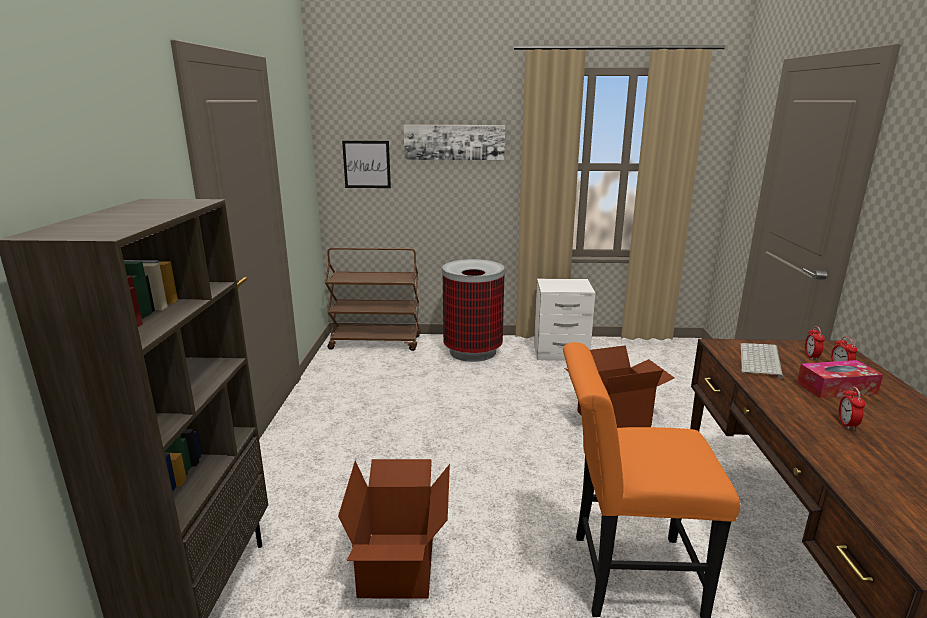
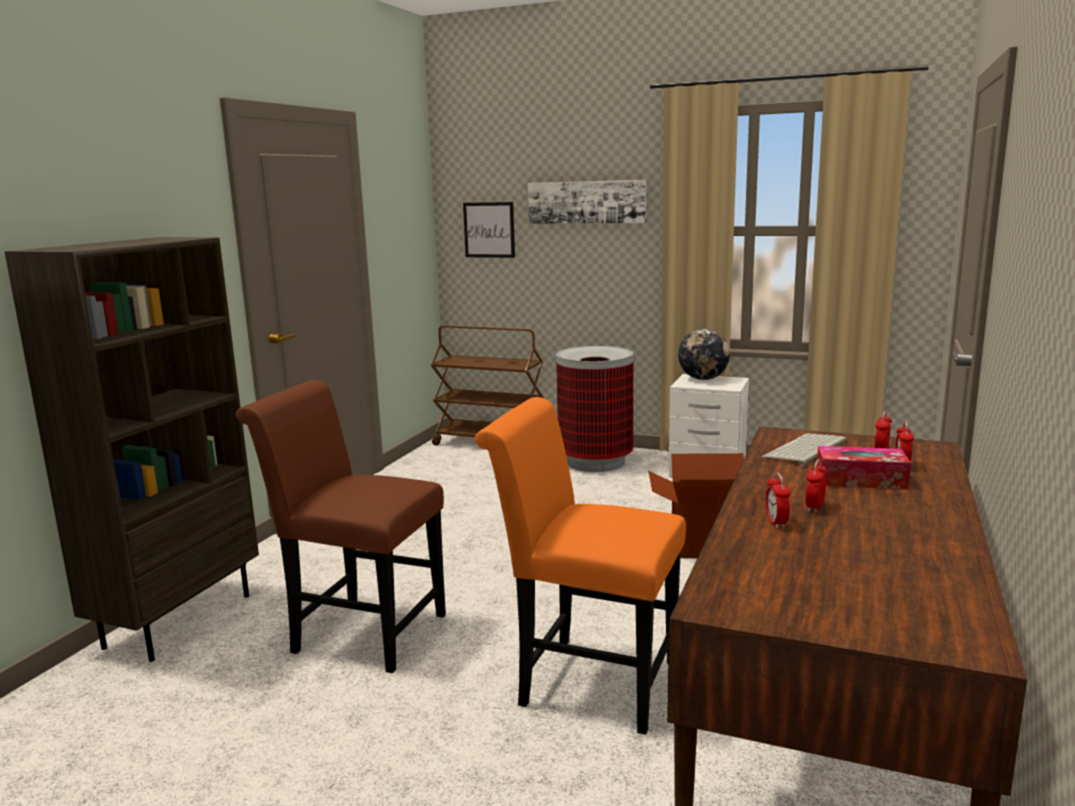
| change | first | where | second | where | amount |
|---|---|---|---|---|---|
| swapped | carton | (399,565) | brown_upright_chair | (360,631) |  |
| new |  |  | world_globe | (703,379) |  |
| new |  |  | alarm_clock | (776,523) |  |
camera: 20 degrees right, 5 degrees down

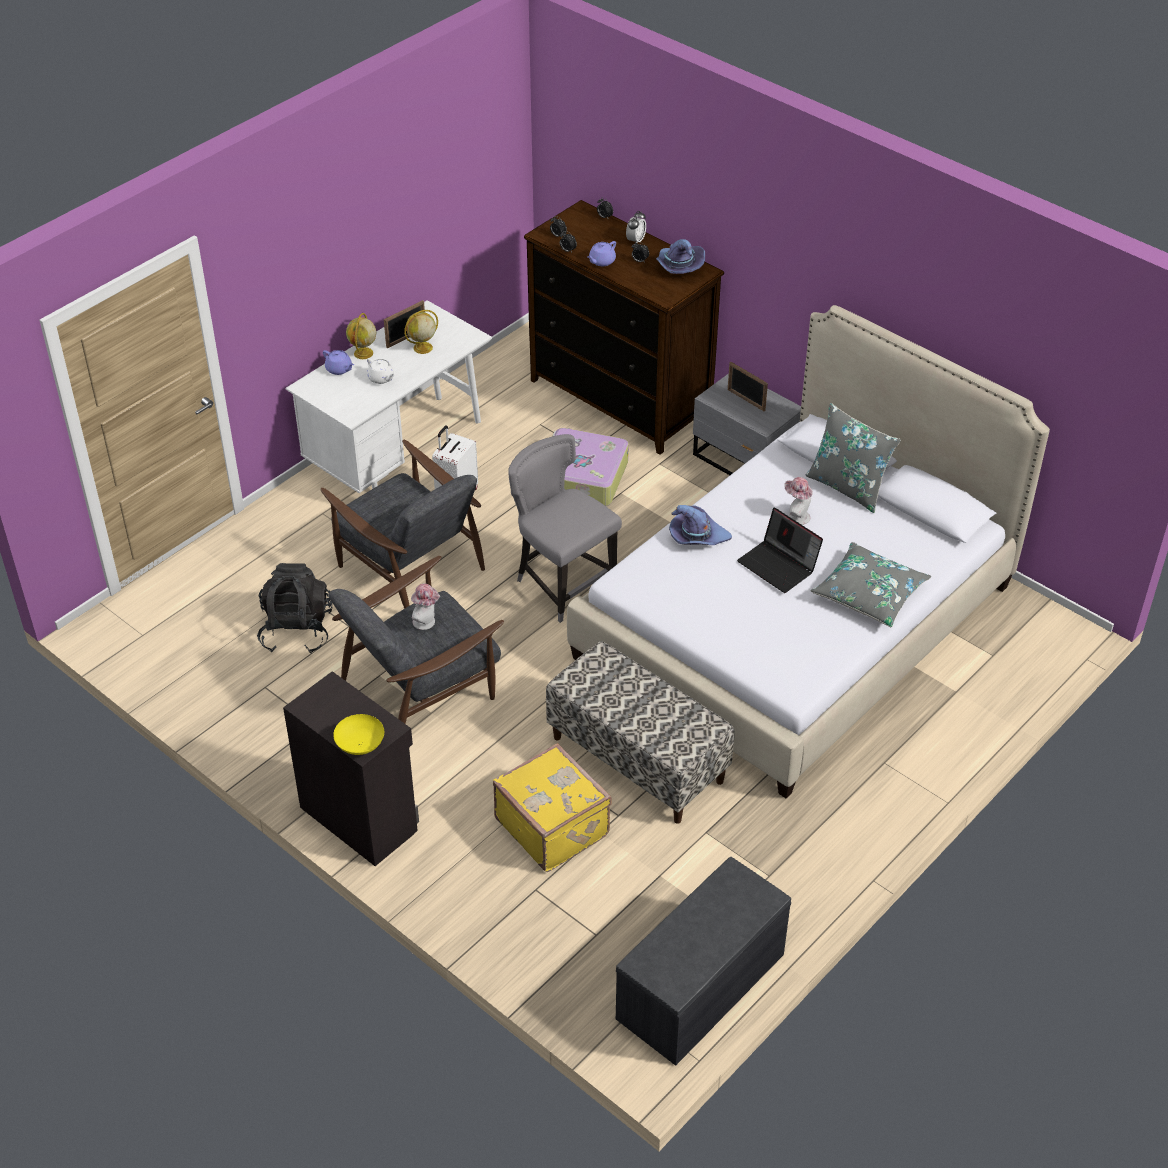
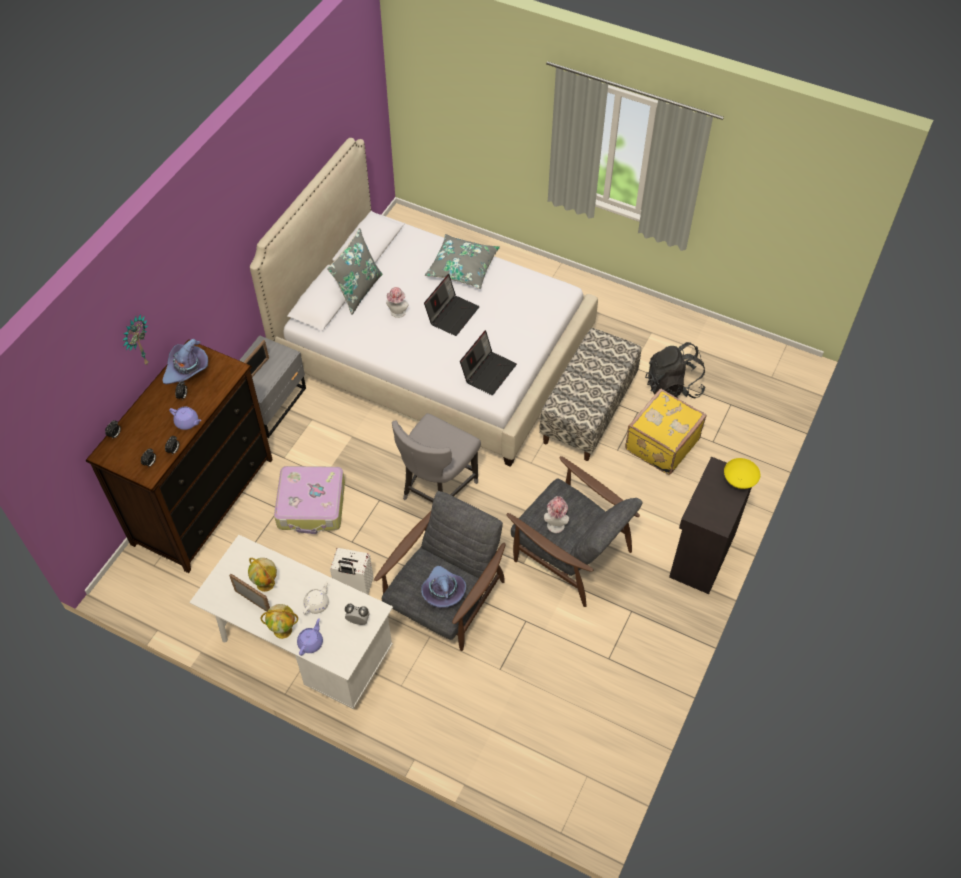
| change | first | where | second | where | amount |
|---|---|---|---|---|---|
| shifted | alarm_clock | (635,240) |  | (358,621) |  |
| shifted | purple_clothing_hat | (697,536) |  | (442,591) |  |
| shifted | black_knapsack | (297,631) |  | (673,387) |  |
| gone | grey_long_seat | (701,988) |  |  |  |
| new |  |  | hanging_clock | (136,342) |  |
| new |  |  | laptop | (488,371) |  |
camera: 105 degrees left, 10 degrees up

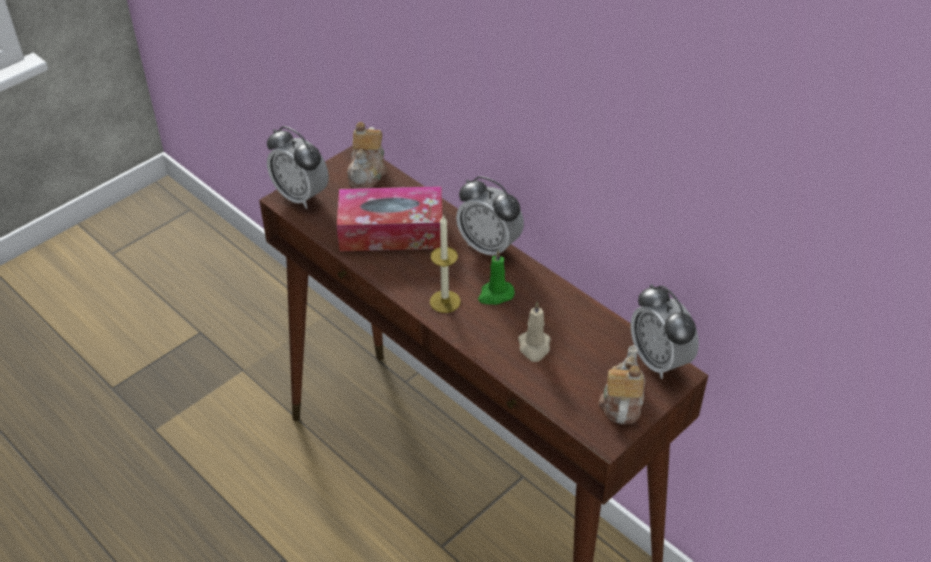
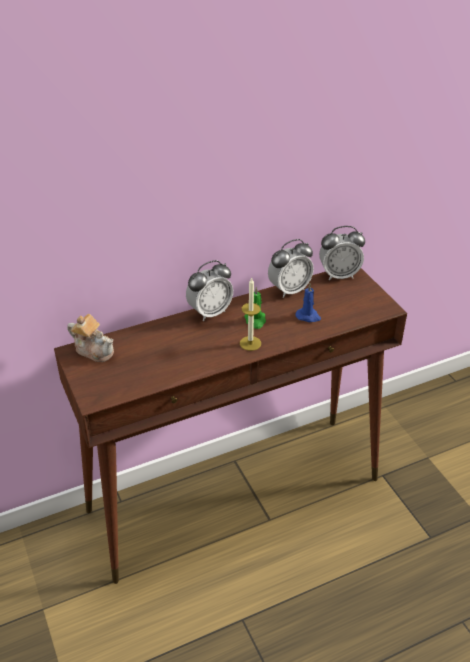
| change | first | where | second | where | amount |
|---|---|---|---|---|---|
| shifted | alarm_clock | (301,196) |  | (289,290) |  |
| gone | tissue_holder | (391,231) |  |  |  |
| repainted | sand-coloured_candle | (534,347) | blue-coloured_candle | (308,316) |  |
| gone | pot_for_tea | (621,402) |  |  |  |
camera: 70 degrees left, 5 degrees down

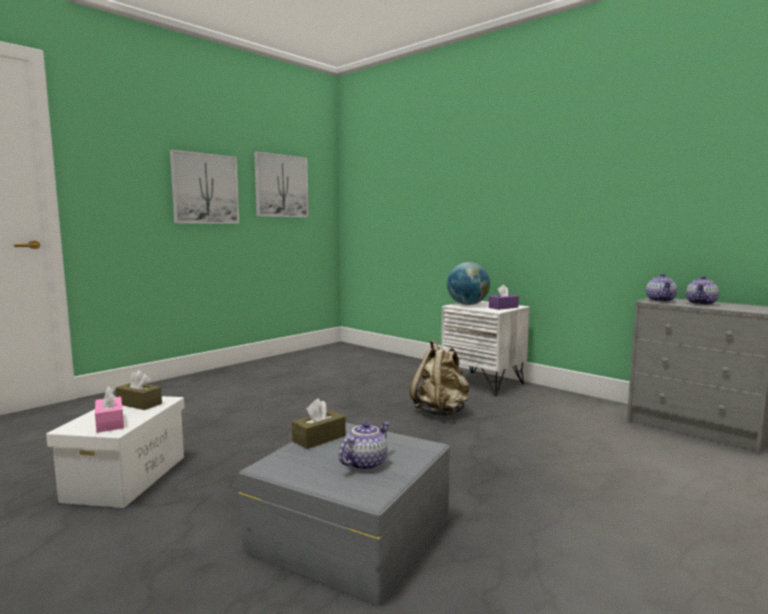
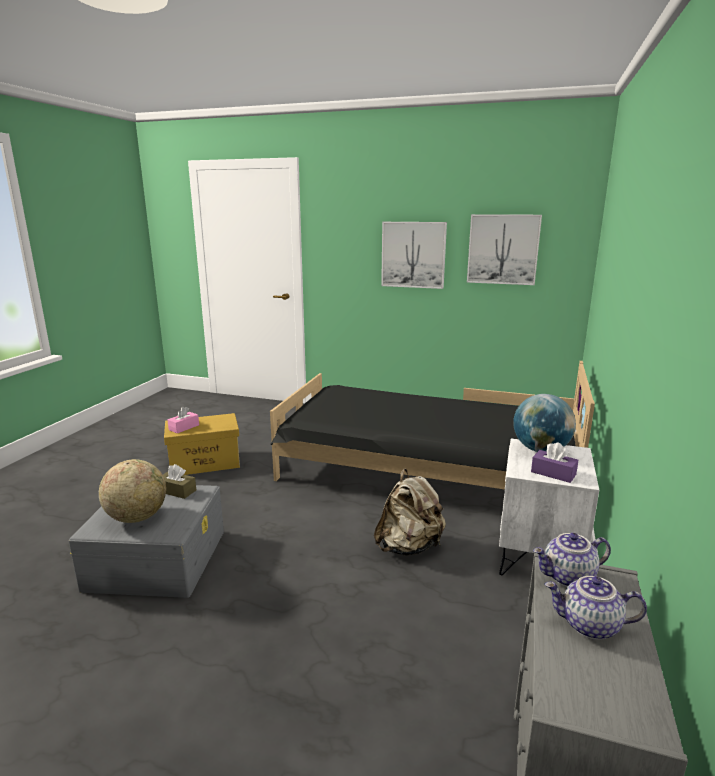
| change | first | where | second | where | amount |
|---|---|---|---|---|---|
| gone | brown_tissue_holder | (139,404) |  |  |  |
| repainted | whitish_storage_box | (126,477) | yellow_storage_box | (206,462) |  |
| swapped | pot_for_tea | (364,463) | world_globe | (137,517) |  |
| new |  |  | black_sleeping_bed | (423,472) |  |
camera: 65 degrees right, 10 degrees up

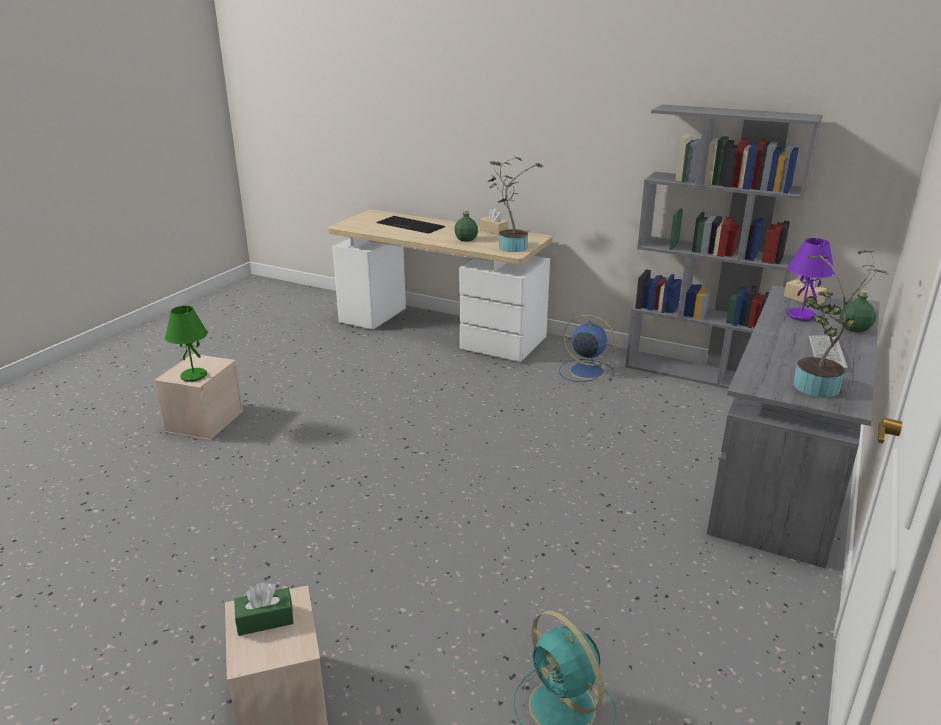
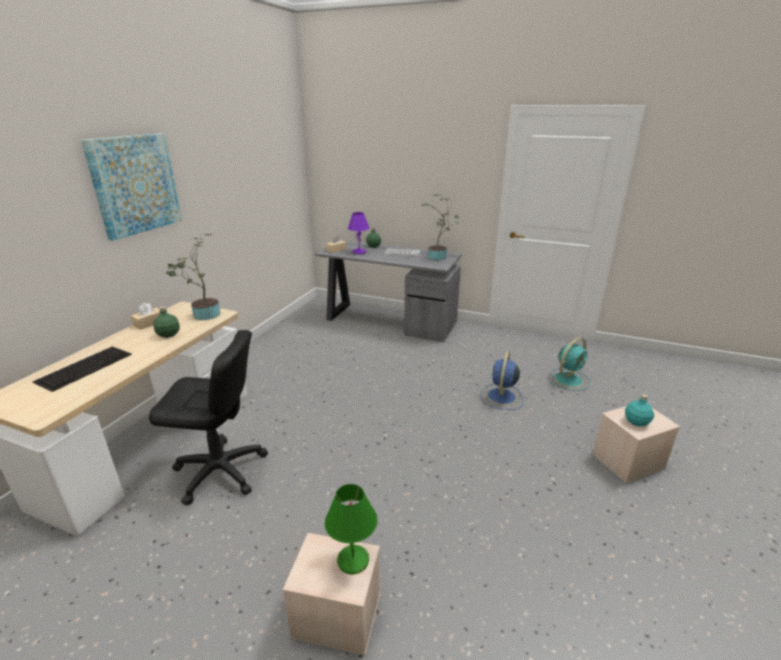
| change | first | where | second | where | amount |
|---|---|---|---|---|---|
| gone | grey_shelving_unit | (697,373) |  |  |  |
| shifted | blue-coloured_electric_fan | (585,371) |  | (501,397) |  |
| swapped | green-coloured_tissue_holder | (265,620) | turquoise_drink_bottle | (637,422) |  |
| new |  |  | picture | (135,184) |  |
| new |  |  | black_office_chair | (220,471) |  |
camera: 95 degrees left, 0 degrees up

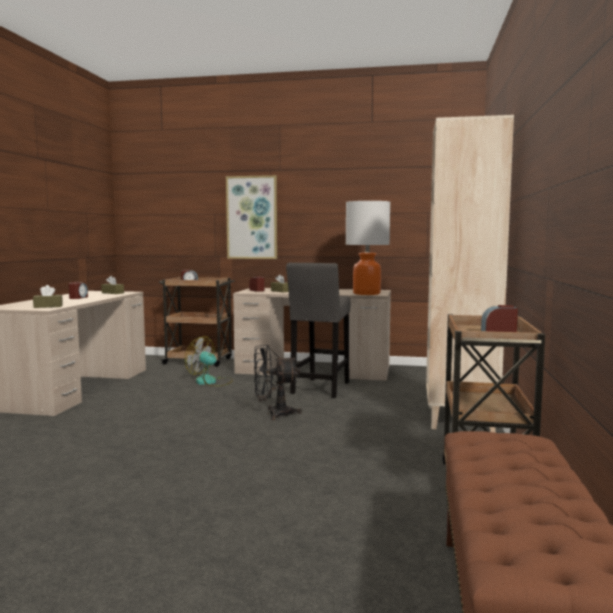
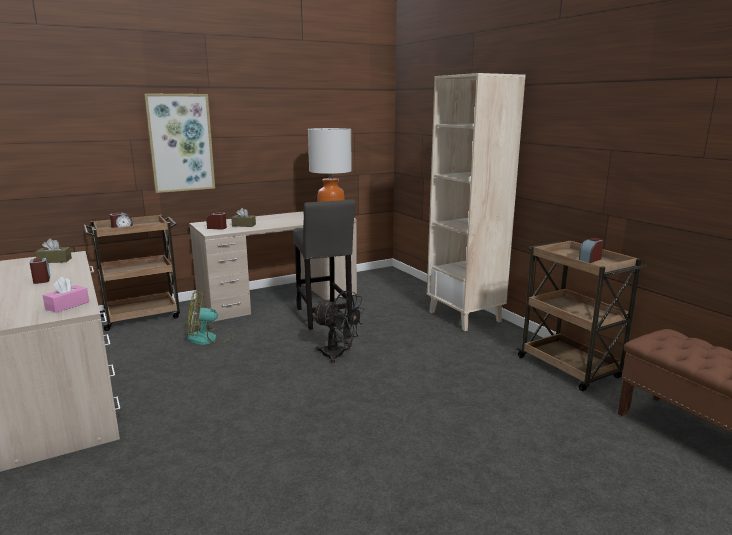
| change | first | where | second | where | amount |
|---|---|---|---|---|---|
| repainted | brown_tissue_holder | (48,306) | pink_tissue_holder | (67,305) |  |
| rotated | black_electric_fan | (274,414) |  | (338,355) | 105 degrees counterclockwise |
camera: 40 degrees left, 10 degrees up

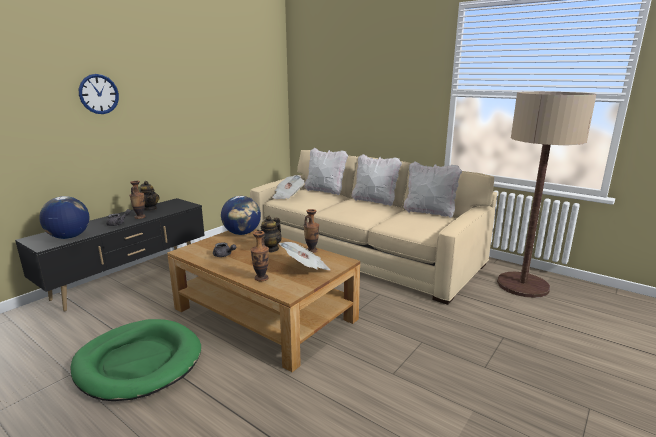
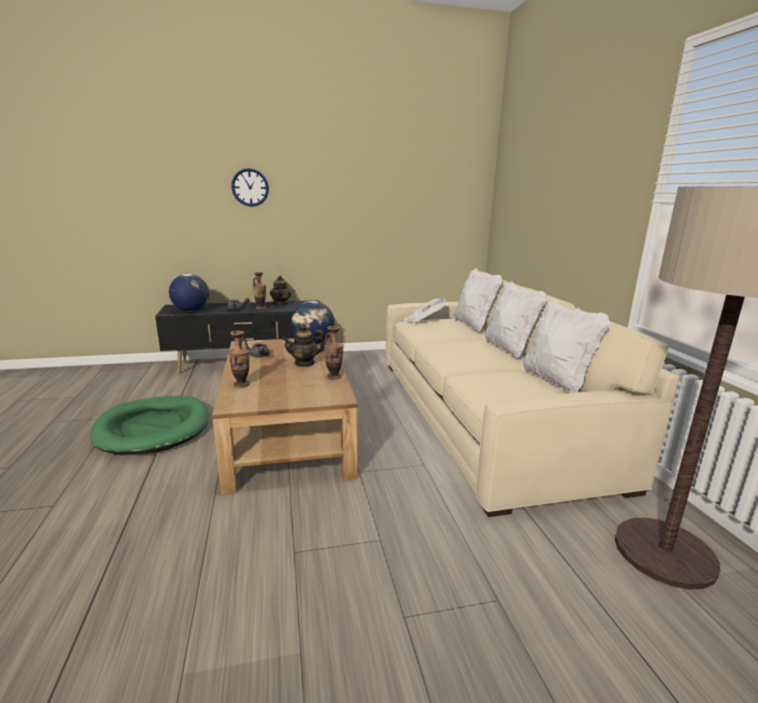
| change | first | where | second | where | amount |
|---|---|---|---|---|---|
| gone | printed_paper | (305,268) |  |  |  |
camera: 40 degrees right, 0 degrees up

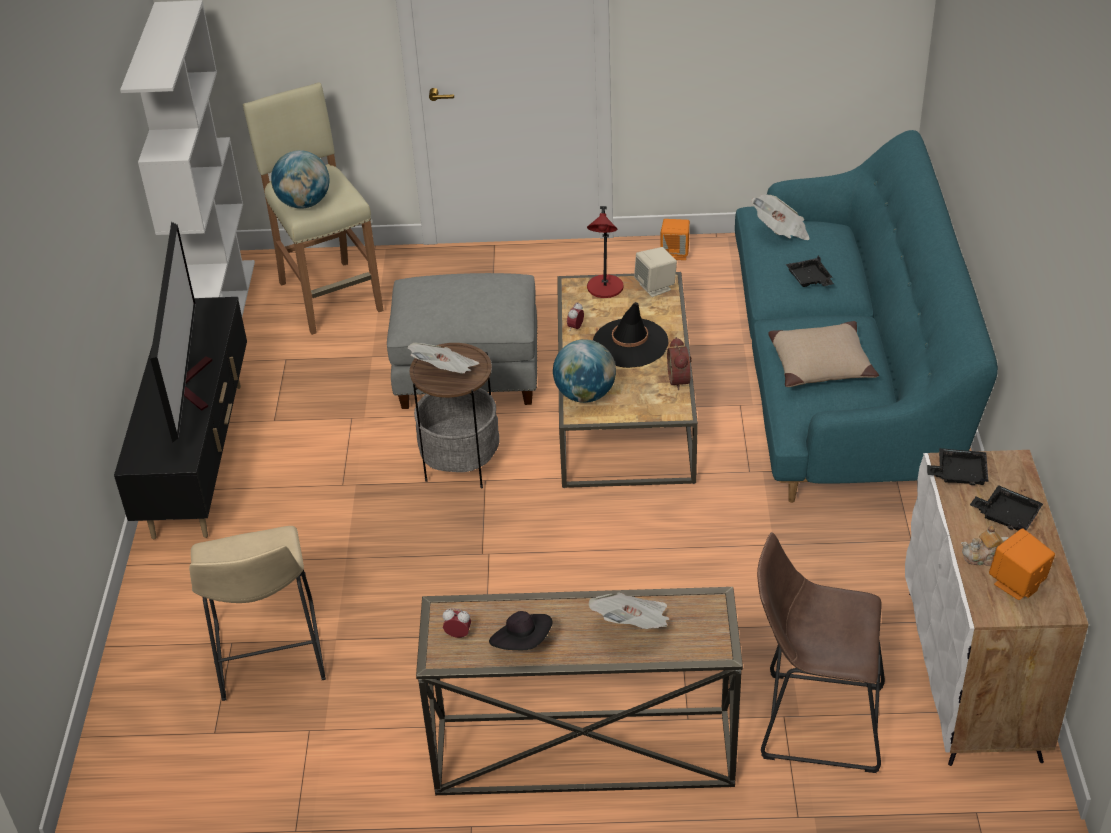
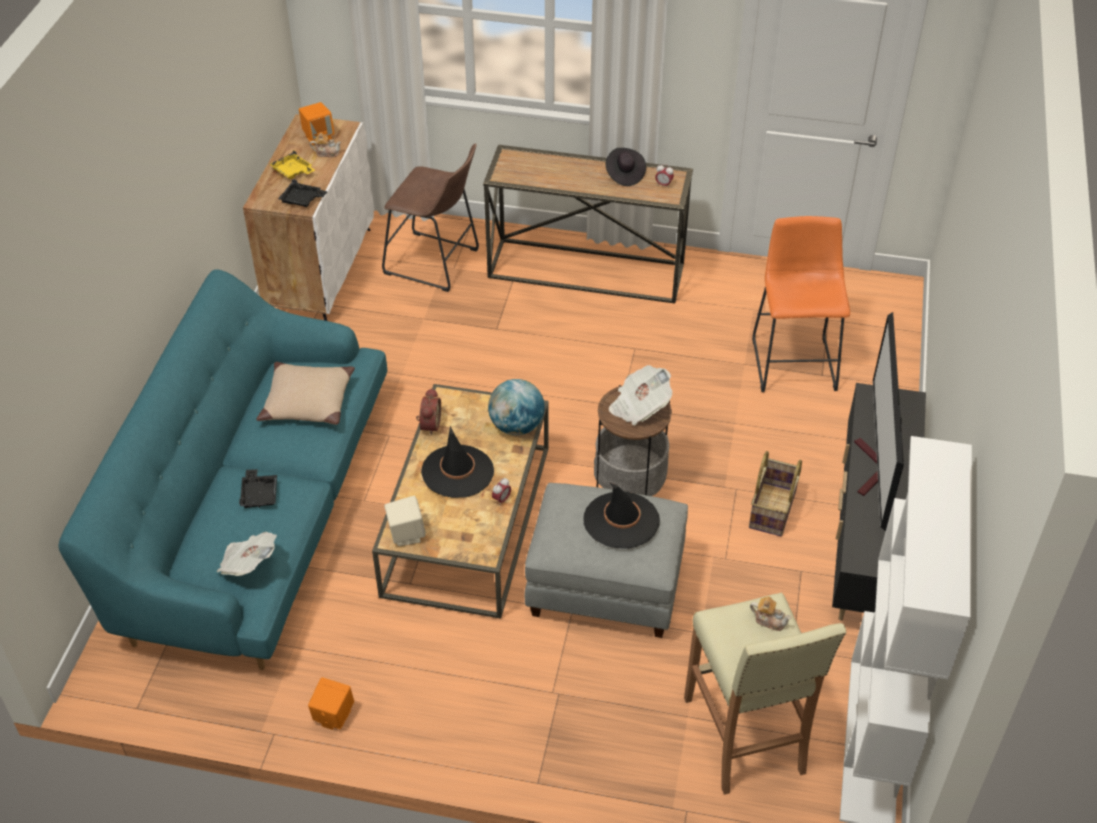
| change | first | where | second | where | amount |
|---|---|---|---|---|---|
| swapped | world_globe | (304,203) | pot_for_tea | (769,620) |  |
| gone | reddish_table_lamp | (605,288) |  |  |  |
| repainted | black_serving_tray | (1006,515) | yellow_serving_tray | (293,172) |  |
| repainted | sand-coloured_sitting_stool | (268,658) | orange-coloured_sitting_stool | (793,360) |  |
| gone | printed_paper | (633,625) |  |  |  |
| new |  |  | basket | (773,510) |  |
| new |  |  | black_clothing_hat | (621,520) |  |
camera: 170 degrees left, 5 degrees up

